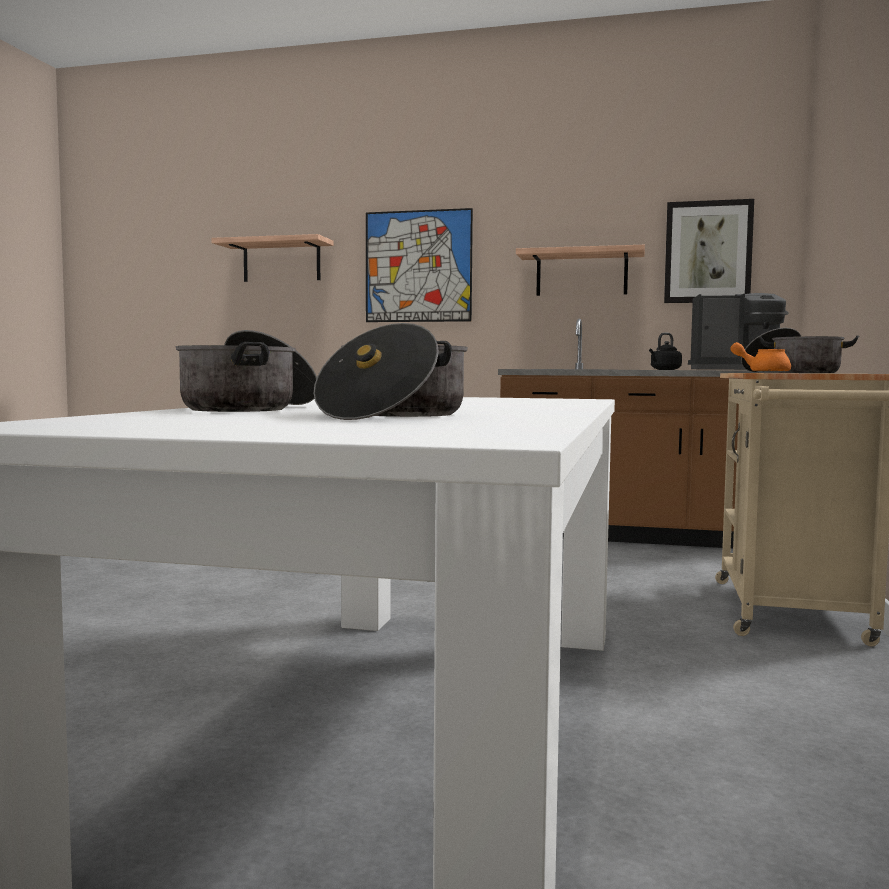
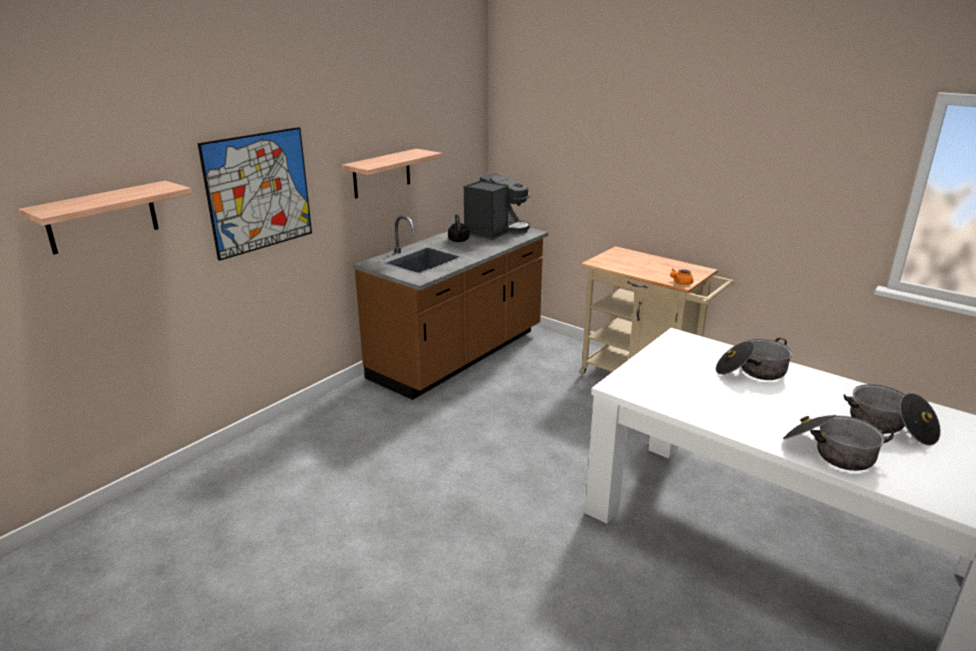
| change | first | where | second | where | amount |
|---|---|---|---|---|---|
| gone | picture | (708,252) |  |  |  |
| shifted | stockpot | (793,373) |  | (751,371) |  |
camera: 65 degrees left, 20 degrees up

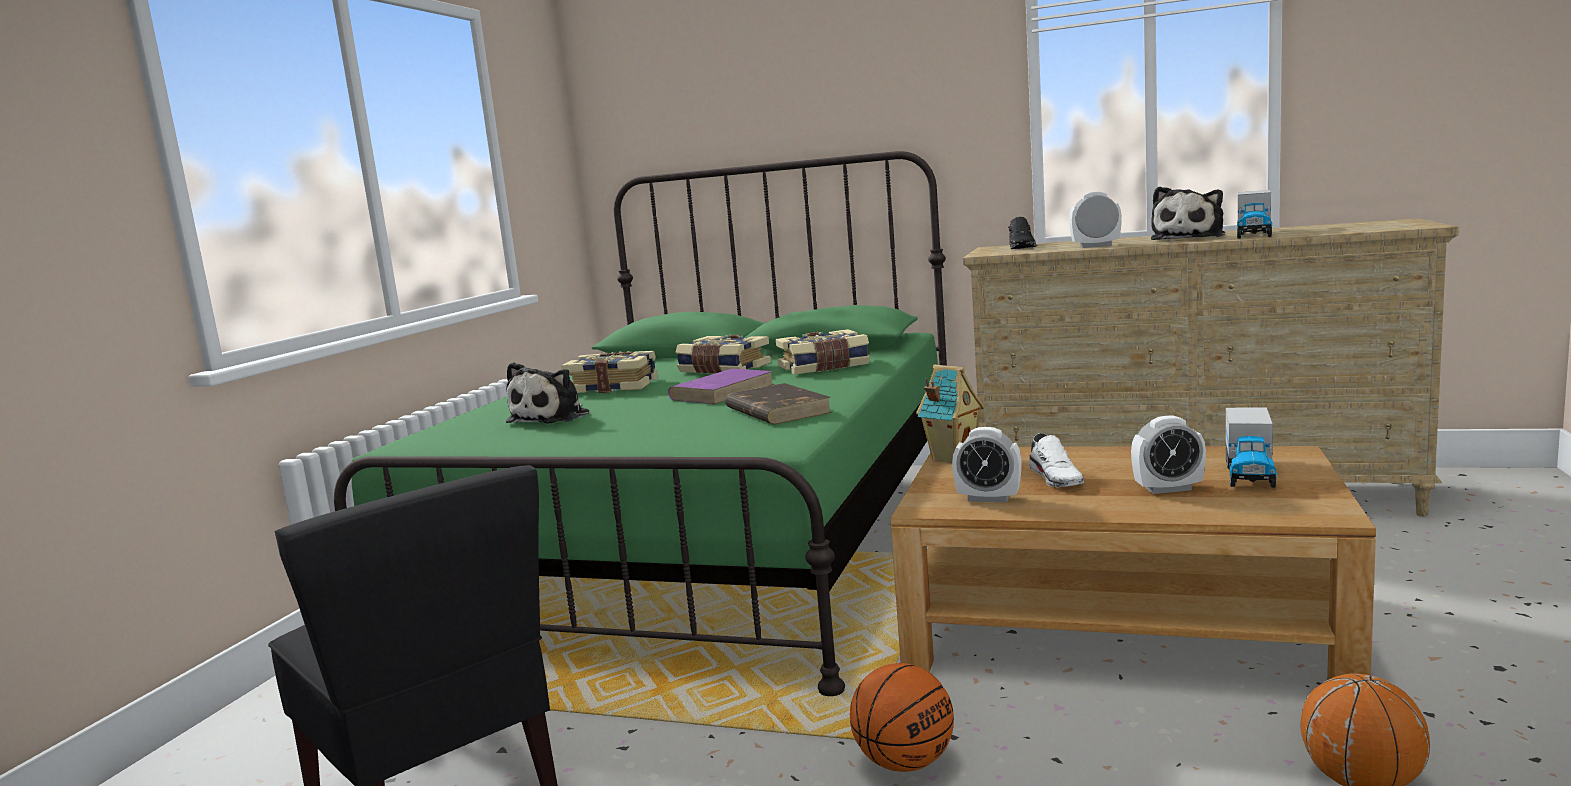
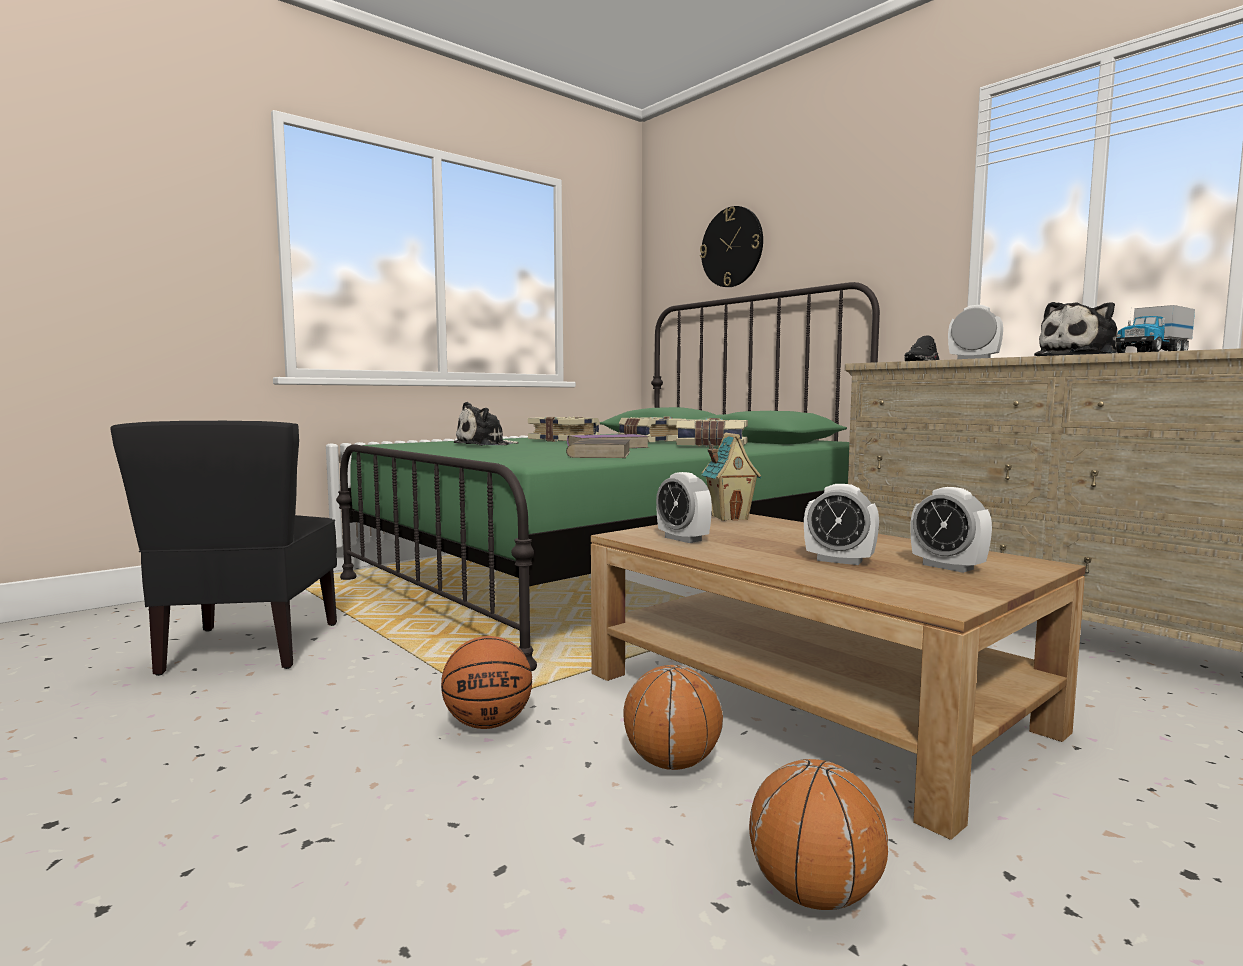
| change | first | where | second | where | amount |
|---|---|---|---|---|---|
| swapped | toy_lorry | (1249,473) | alarm_clock | (947,567) |  |
| gone | whitish_low_shoe | (1057,478) |  |  |  |
| new |  |  | hanging_clock | (732,247) |  |
| new |  |  | basketball | (672,763) |  |
camera: 30 degrees right, 5 degrees down

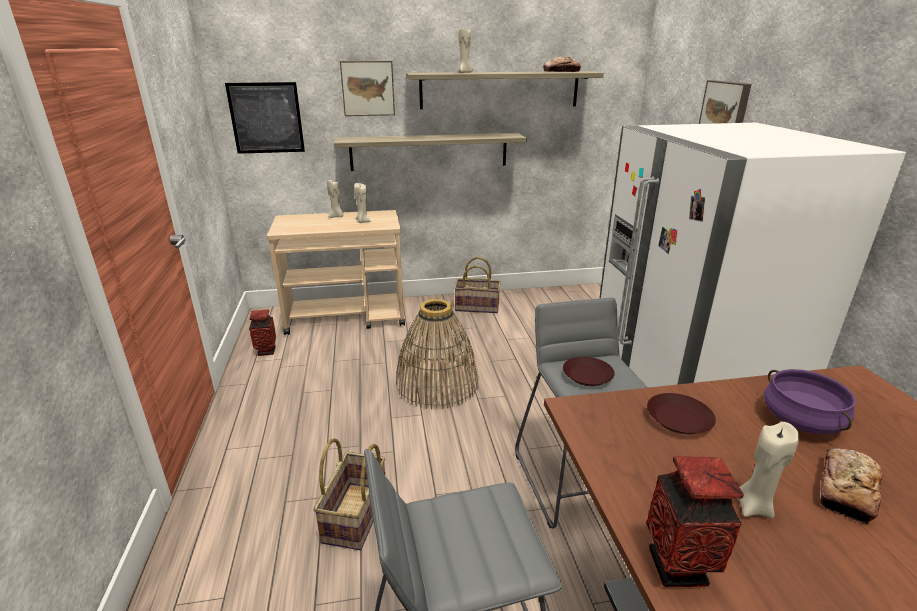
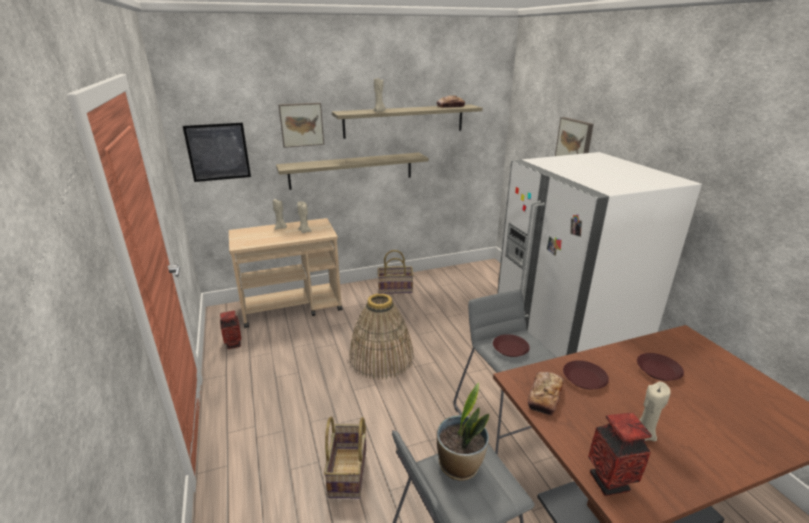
| change | first | where | second | where | amount |
|---|---|---|---|---|---|
| swapped | purple_stockpot | (800,420) | brown_flat_dish | (658,370) |  |
| shifted | bakery_bread | (846,489) |  | (544,396) |  |
| new |  |  | plant_in_a_pot | (460,465) |  |
camera: 10 degrees left, 0 degrees up

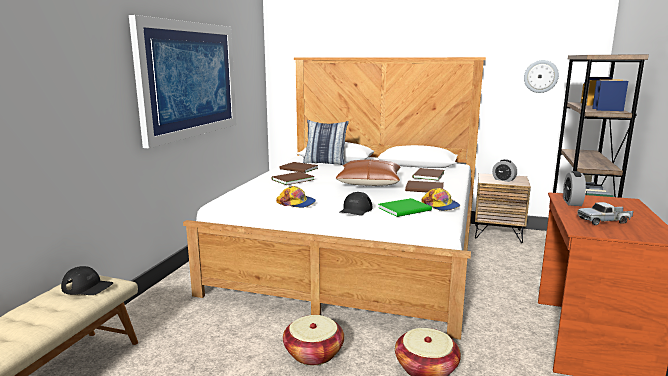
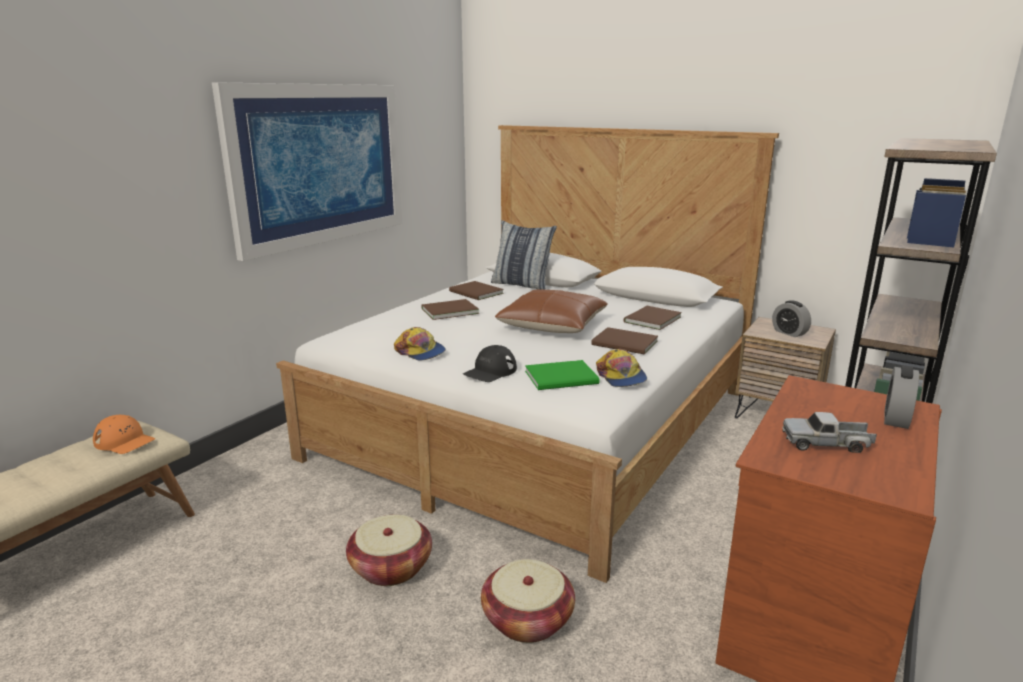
| change | first | where | second | where | amount |
|---|---|---|---|---|---|
| gone | hanging_clock | (540,76) |  |  |  |
| shifted | alarm_clock | (572,202) |  | (896,419) |  |
| repainted | black_cap | (87,287) | orange-coloured_cap | (124,441) |  |
camera: 15 degrees right, 5 degrees up

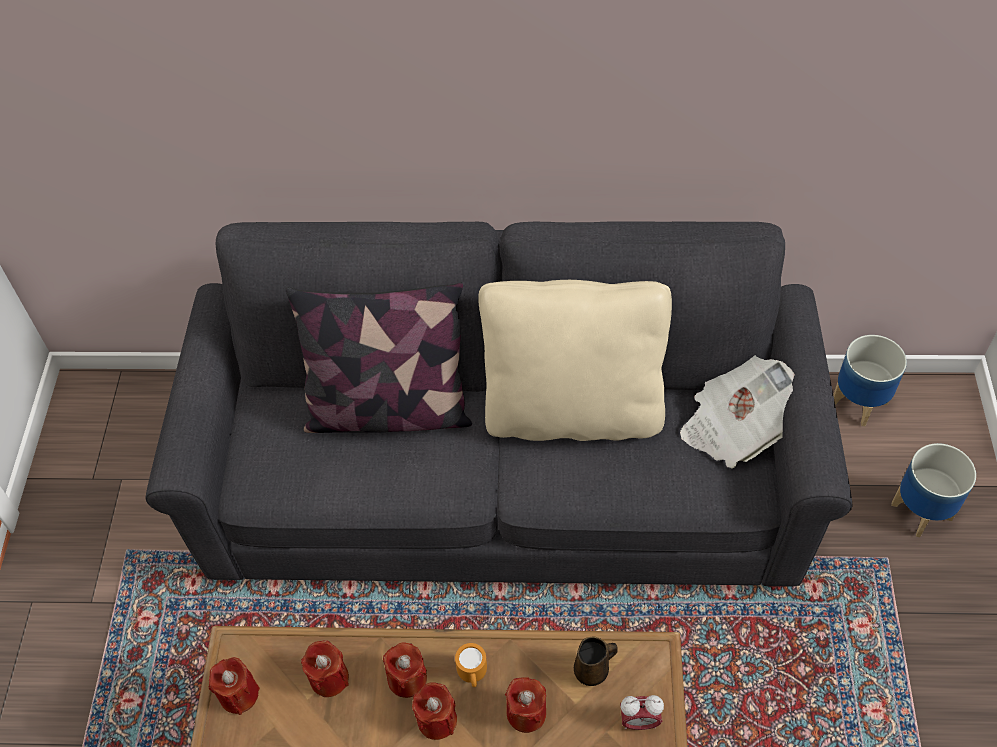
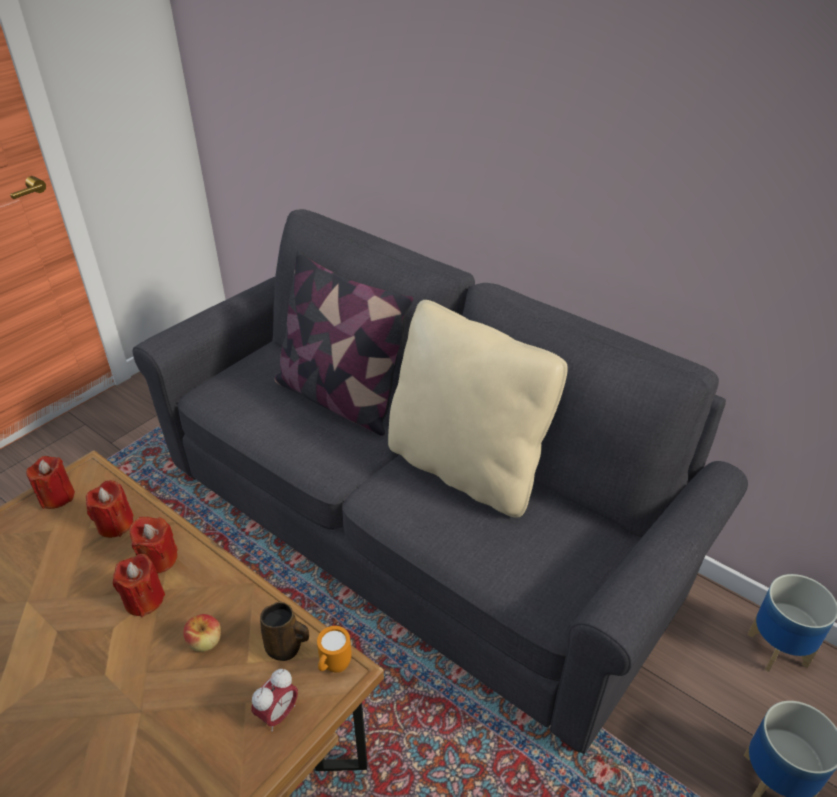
| change | first | where | second | where | amount |
|---|---|---|---|---|---|
| gone | printed_paper | (734,426) |  |  |  |
| shifted | orange-coloured_tea_mug | (473,677) |  | (333,667) |  |
| swapped | reddish_candle | (526,713) | whole_apple | (205,641) |  |
| rotated | alarm_clock | (639,721) |  | (278,714) | 90 degrees counterclockwise |
camera: 35 degrees right, 15 degrees down

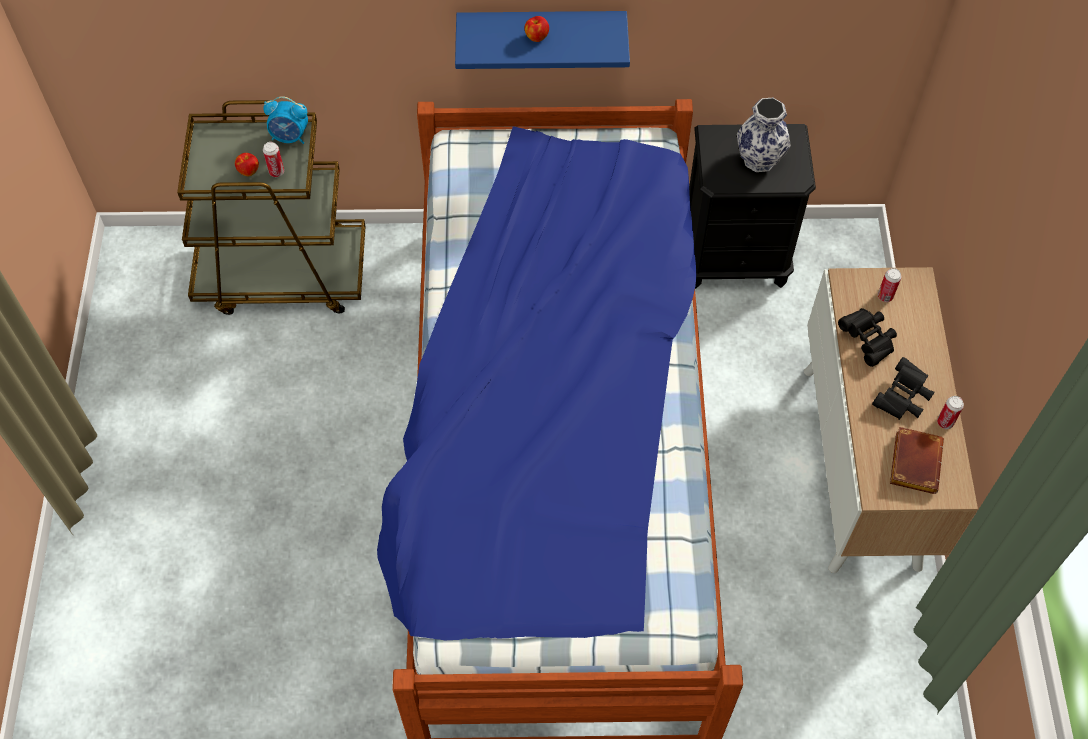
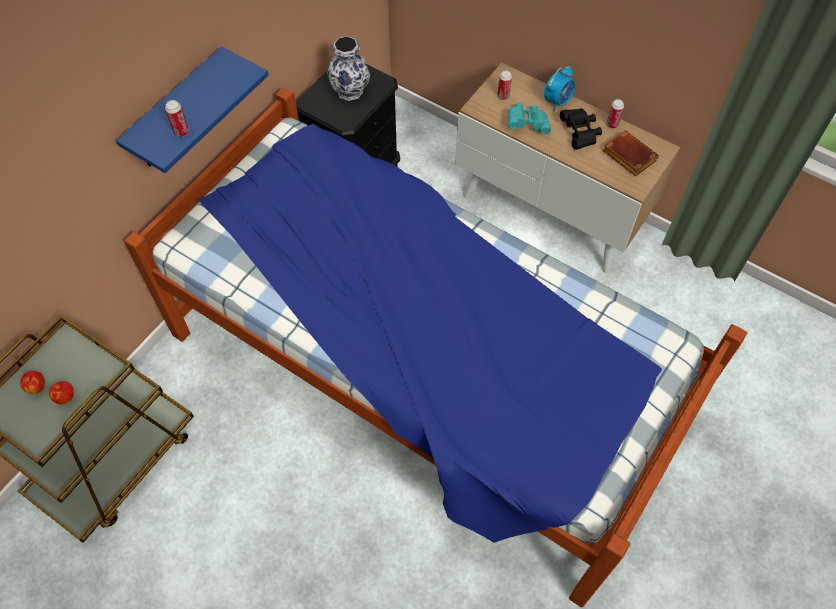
| change | first | where | second | where | amount |
|---|---|---|---|---|---|
| shifted | whole_apple | (536,37) |  | (36,387) |  |
| shifted | alarm_clock | (290,137) |  | (557,101) |  |
| shifted | sealed_can | (276,172) |  | (181,132) |  |
| repainted | black_field_glasses | (868,340) | turquoise_field_glasses | (527,124) |  |
camera: 55 degrees left, 0 degrees up

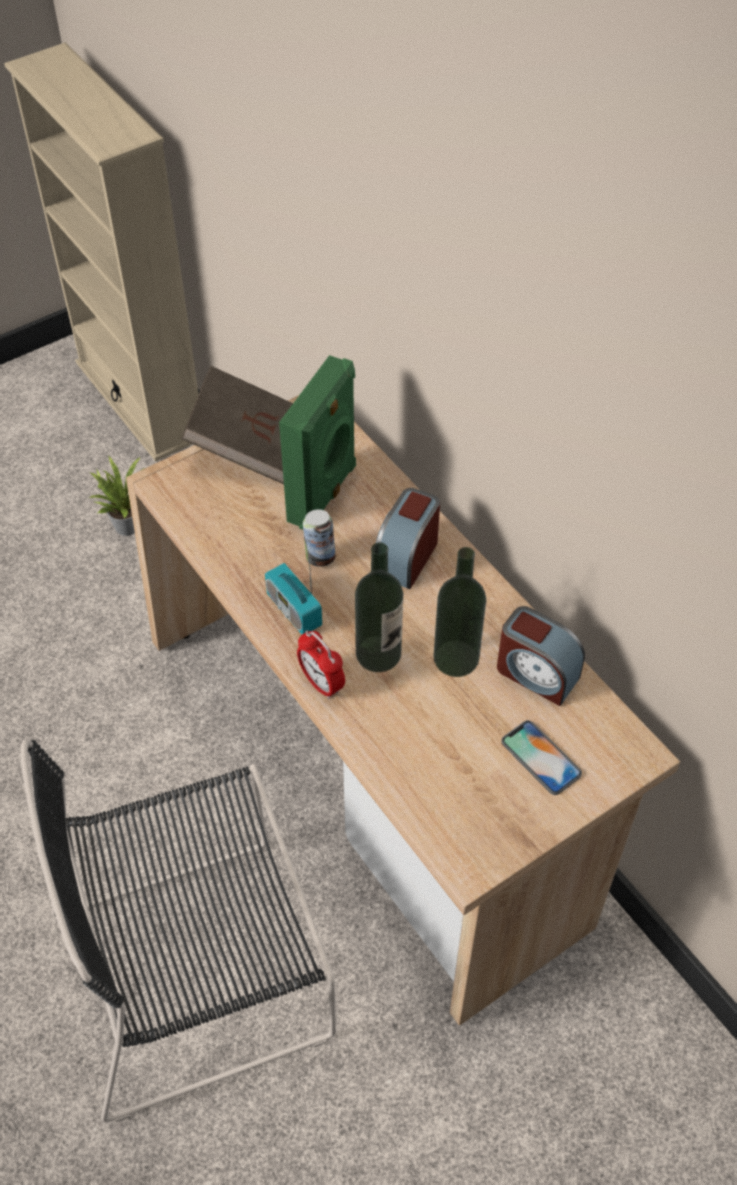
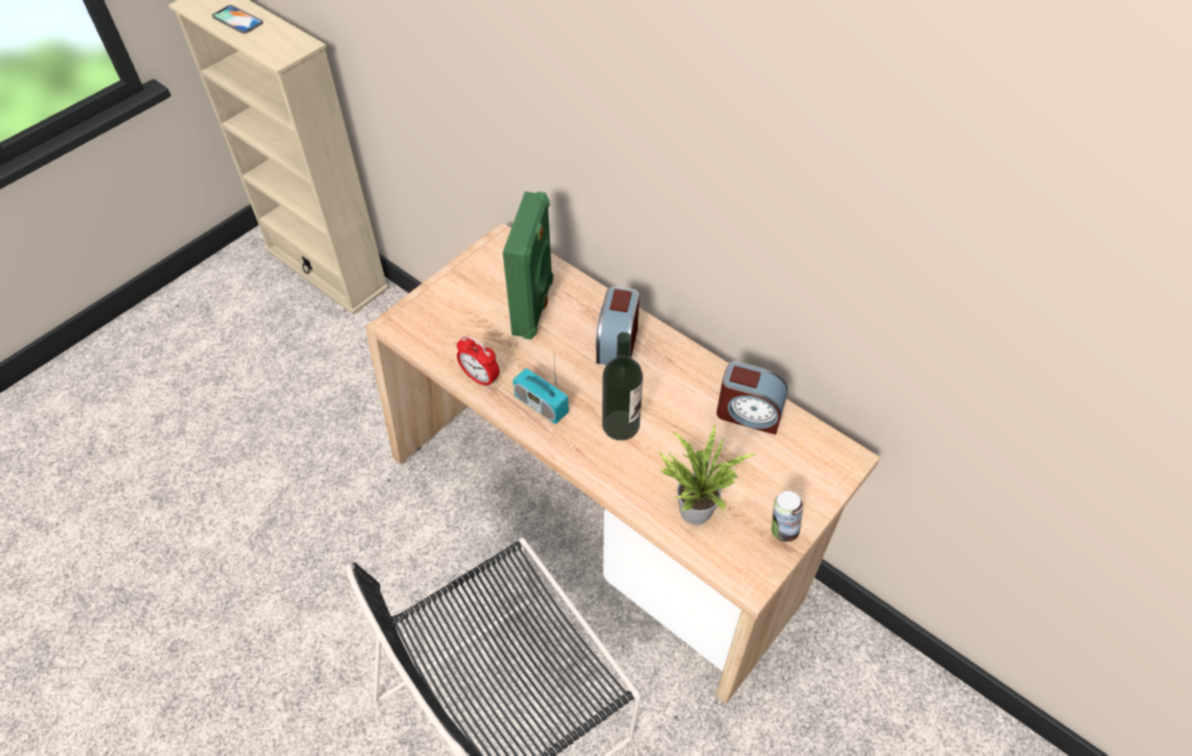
| change | first | where | second | where | amount |
|---|---|---|---|---|---|
| gone | brown_bound_book | (252,447) |  |  |  |
| shifted | plant_in_a_pot | (127,523) |  | (694,507) |  |
| shifted | sealed_can | (320,557) |  | (782,530) |  |
| gone | drink_bottle | (456,658) |  |  |  |
| shifted | alarm_clock | (321,683) |  | (480,378) |  |
| shifted | phone | (541,758) |  | (237,20) |  |
camera: 15 degrees left, 0 degrees up

